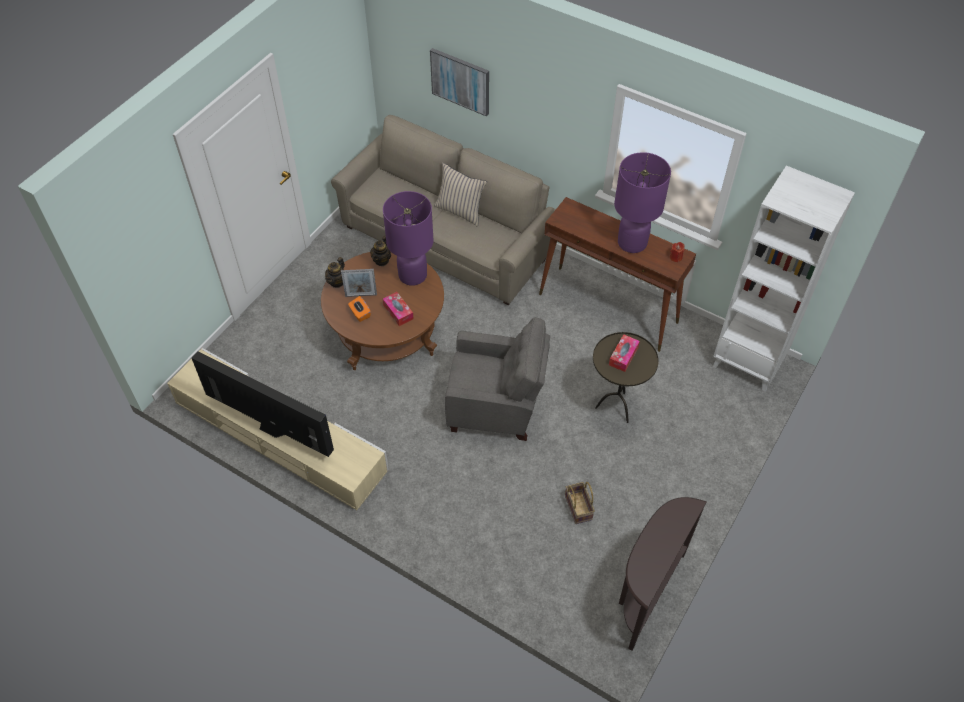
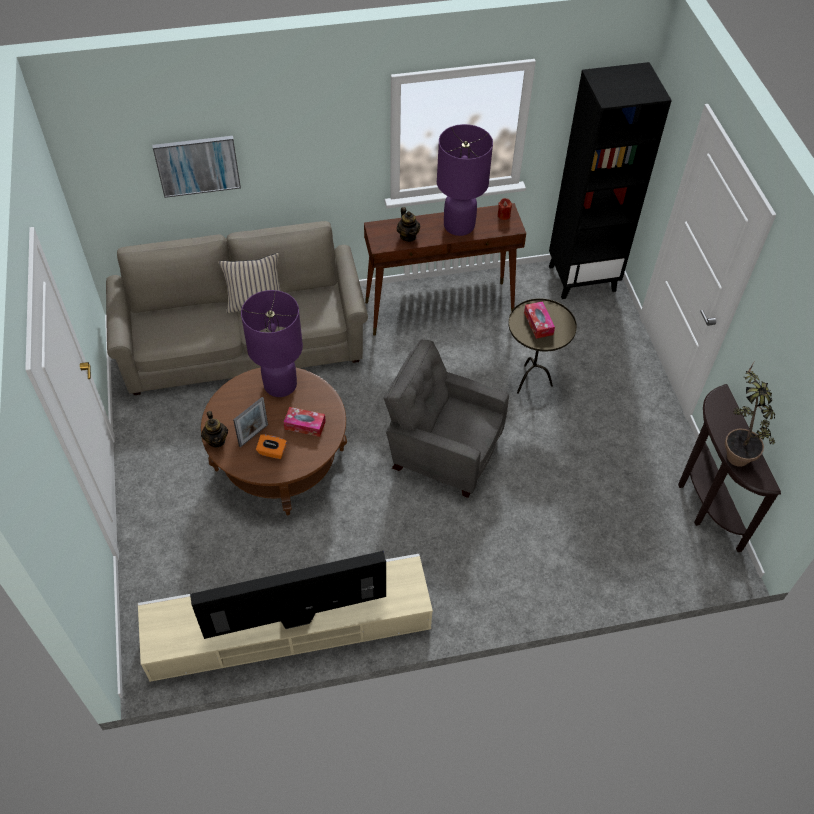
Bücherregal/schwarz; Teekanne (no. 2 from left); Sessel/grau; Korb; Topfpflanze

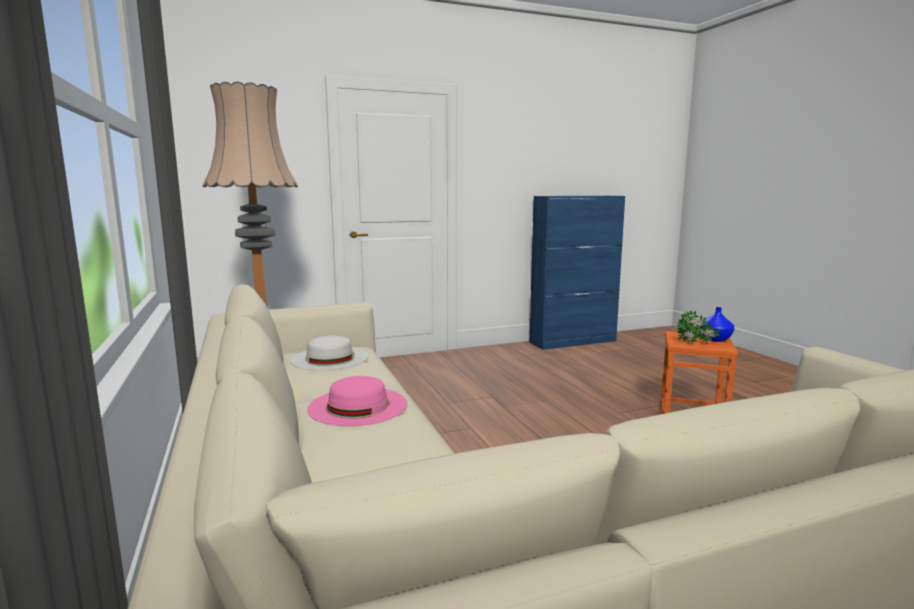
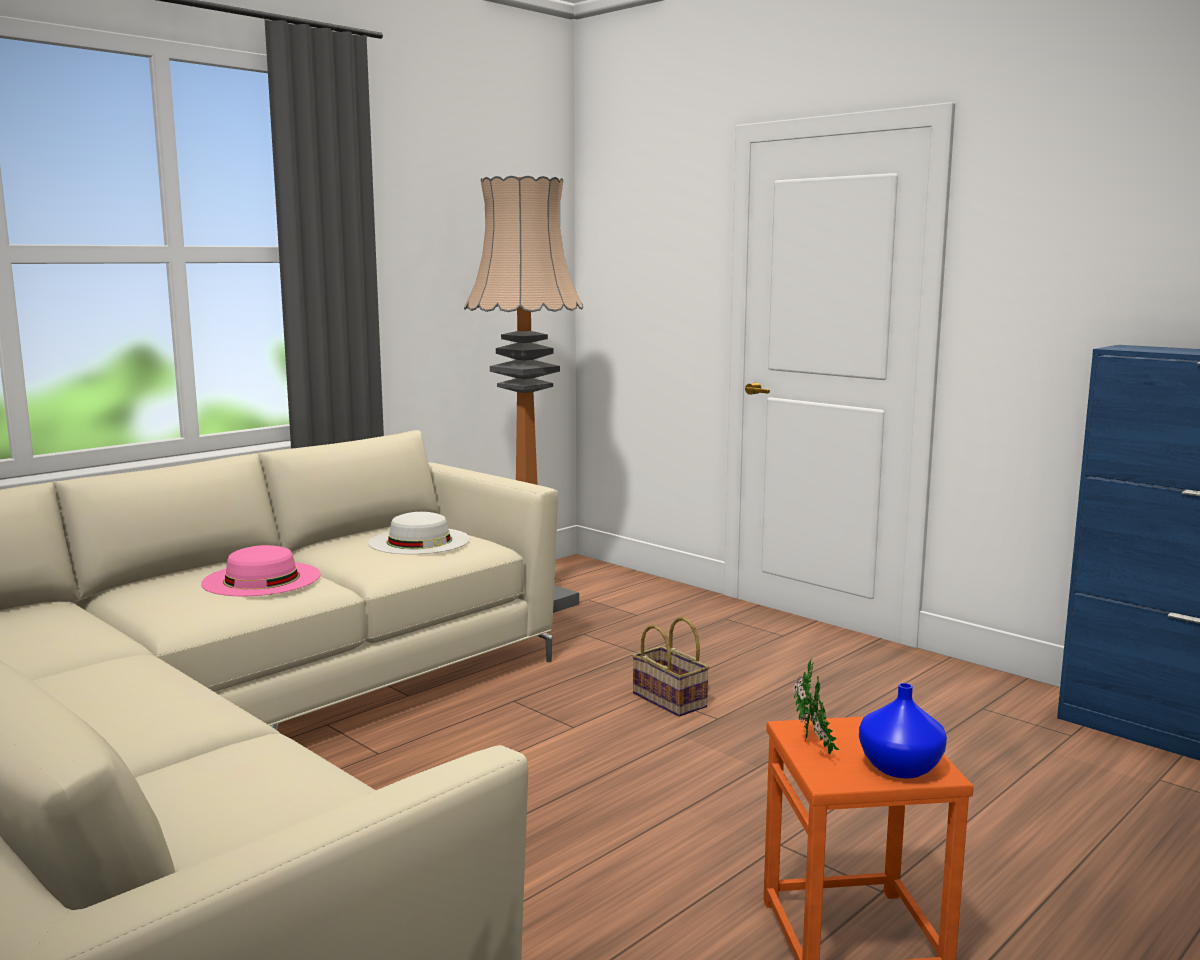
Korb

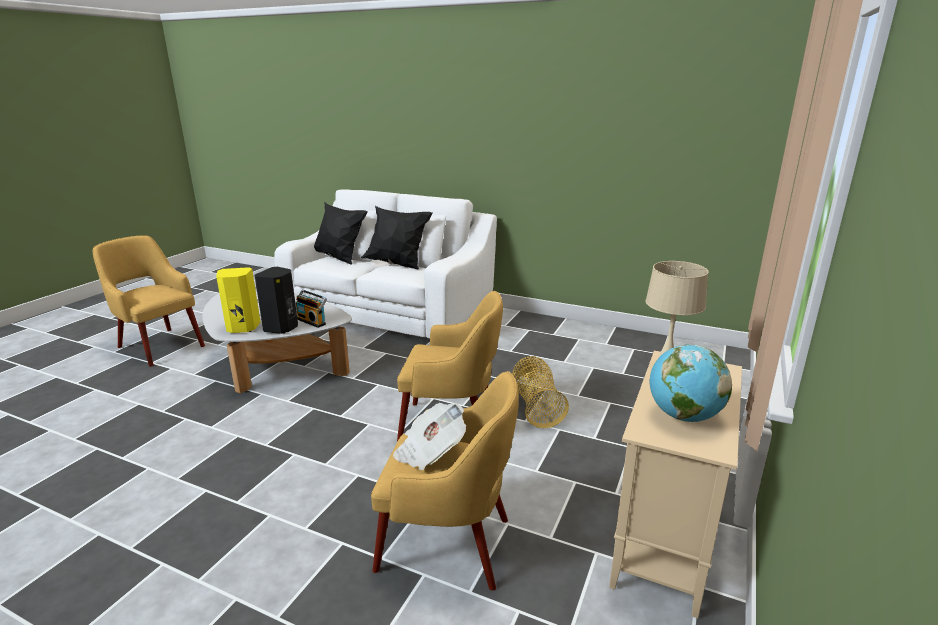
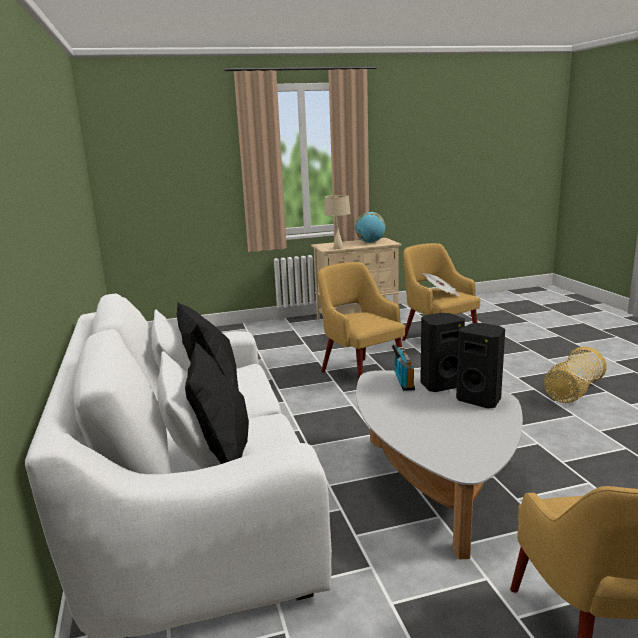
Lautsprecher/schwarz (no. 2 from left); Korb

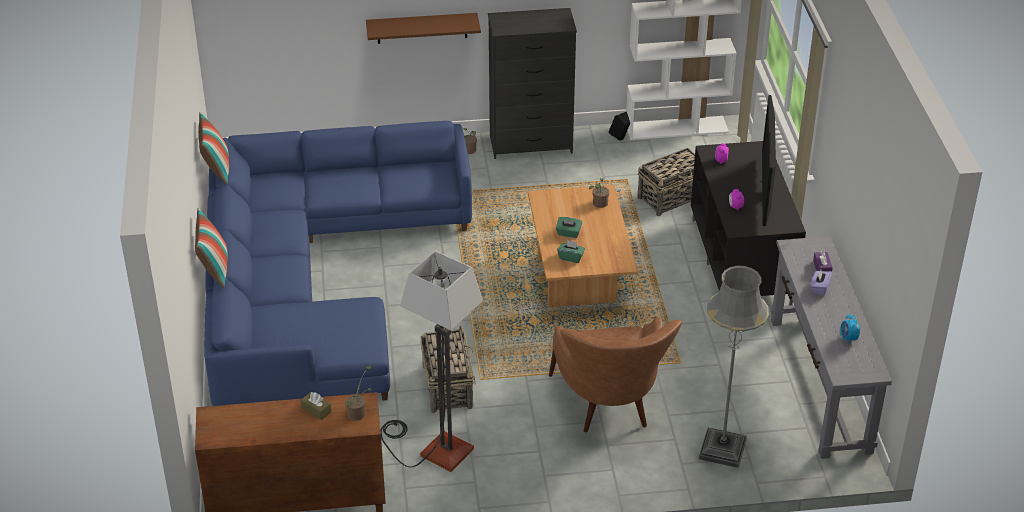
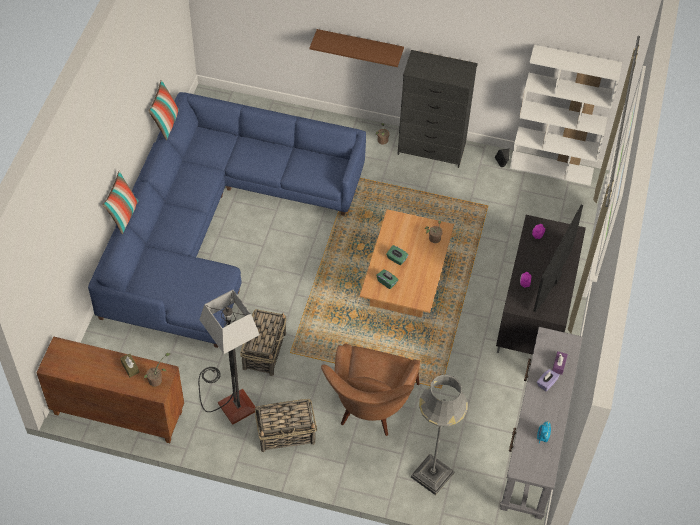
Korb (no. 2 from left)

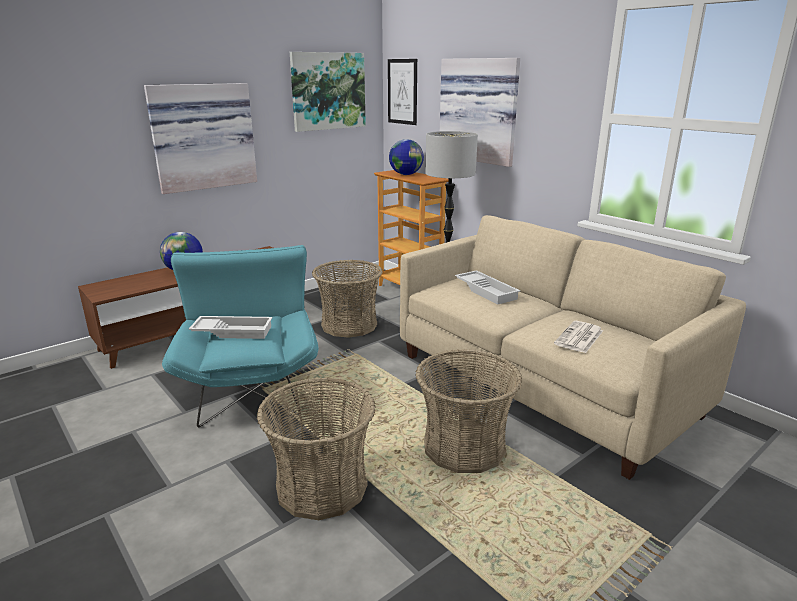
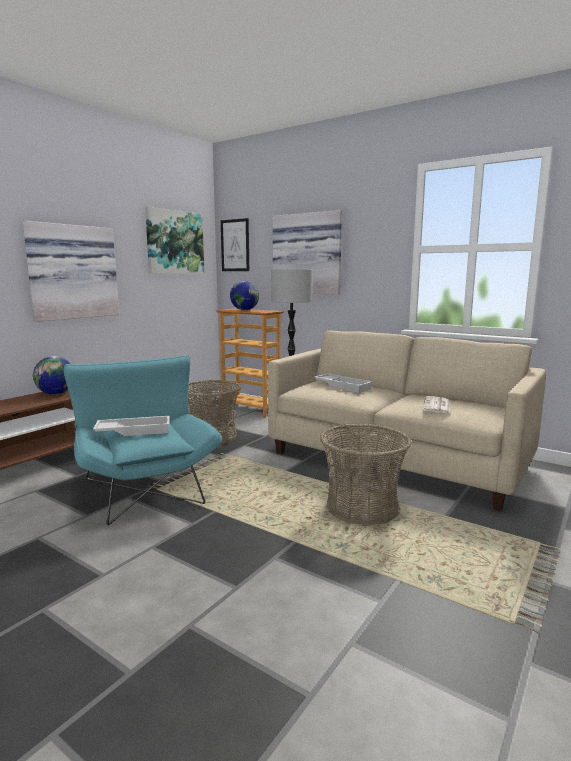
Korb (no. 1 from left in the first image)

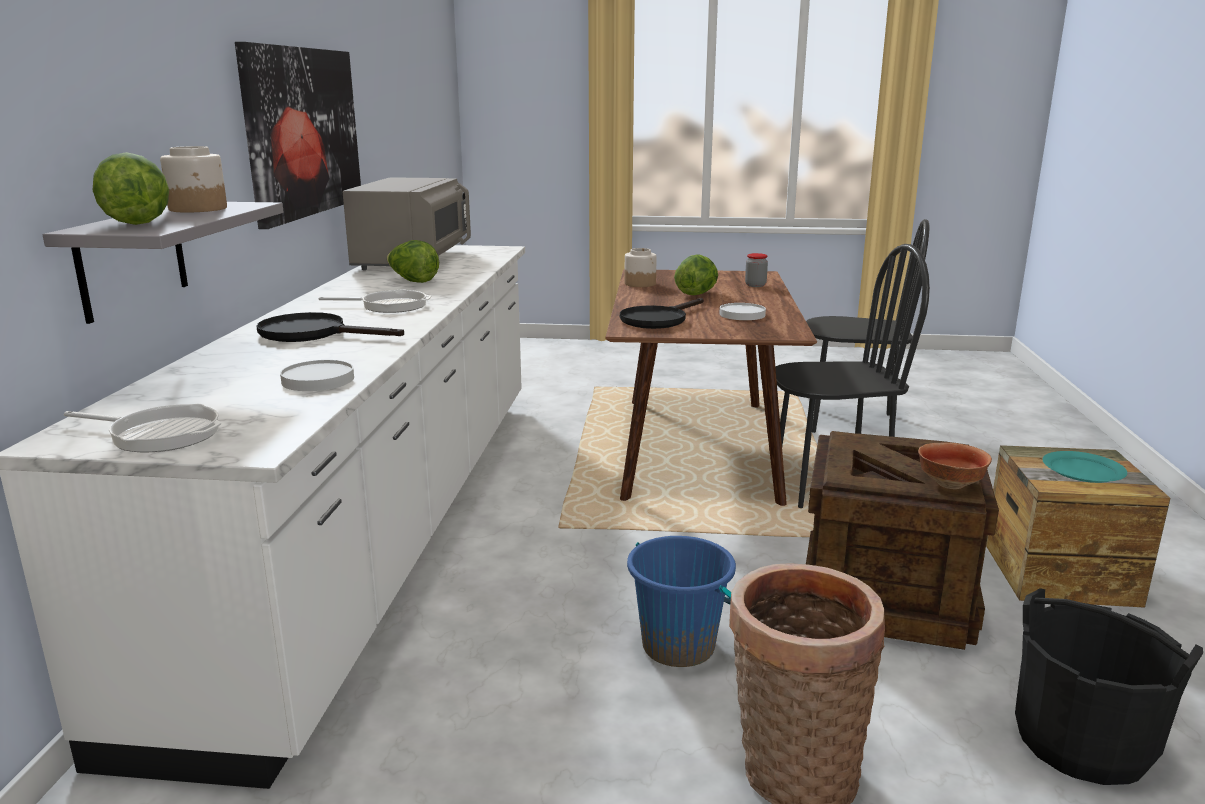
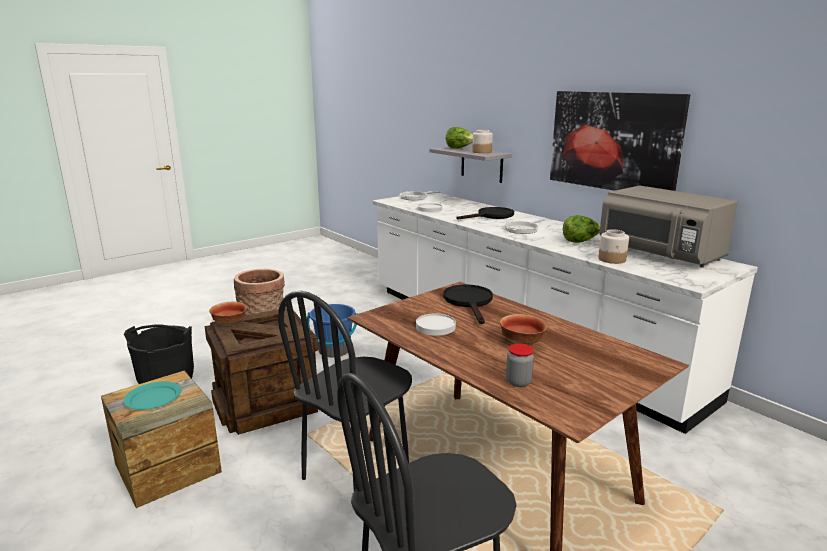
Vorratsglas (no. 3 from left); Schüssel (no. 2 from left)

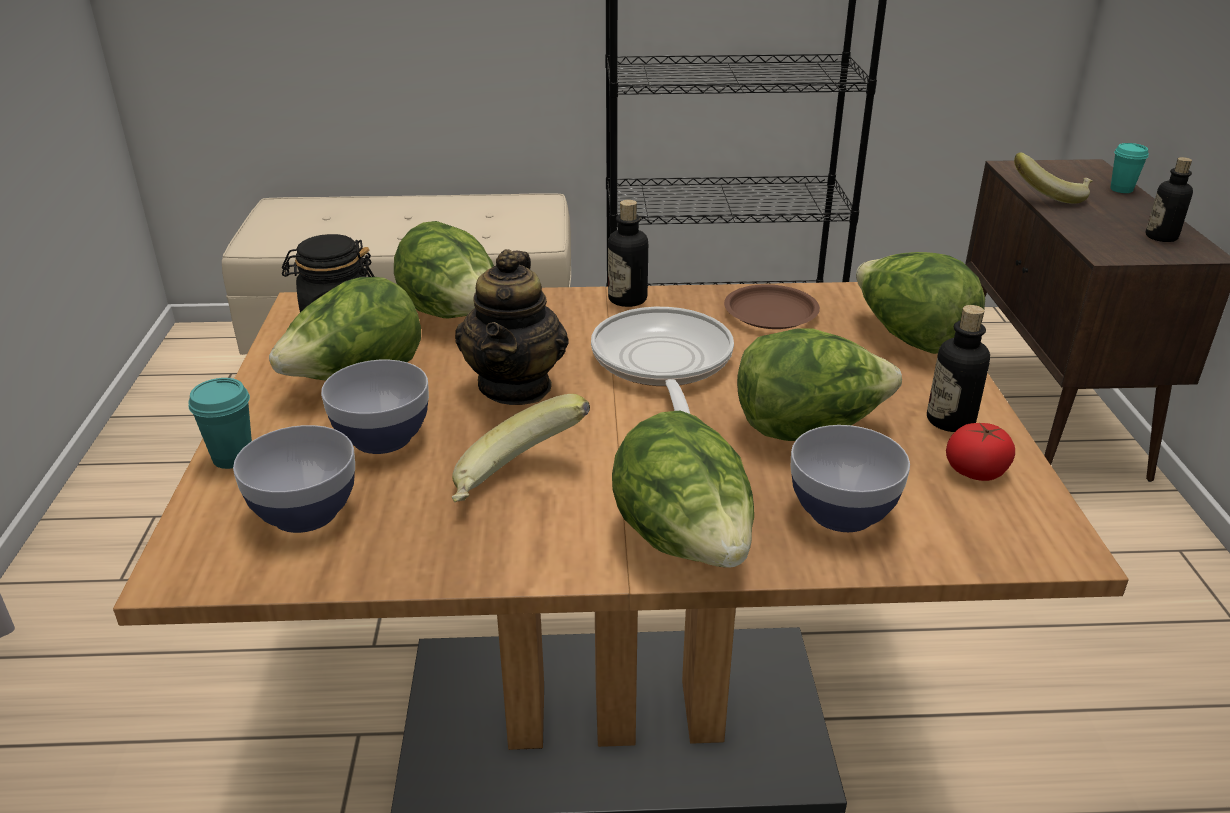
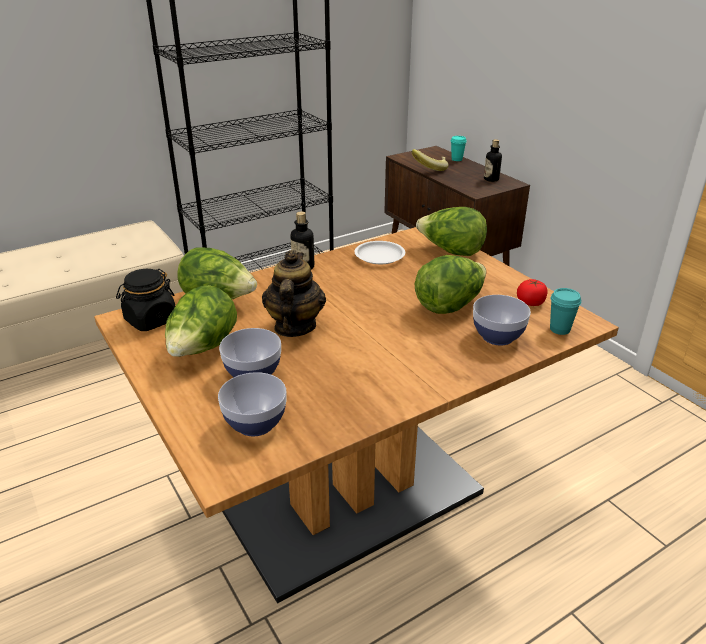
Teekanne; Teller/weiß; Flasche (no. 2 from left in the first image); Pfanne; Tasse/türkis (no. 2 from left); Banane (no. 1 from left in the first image); Salatkopf (no. 3 from left in the first image)

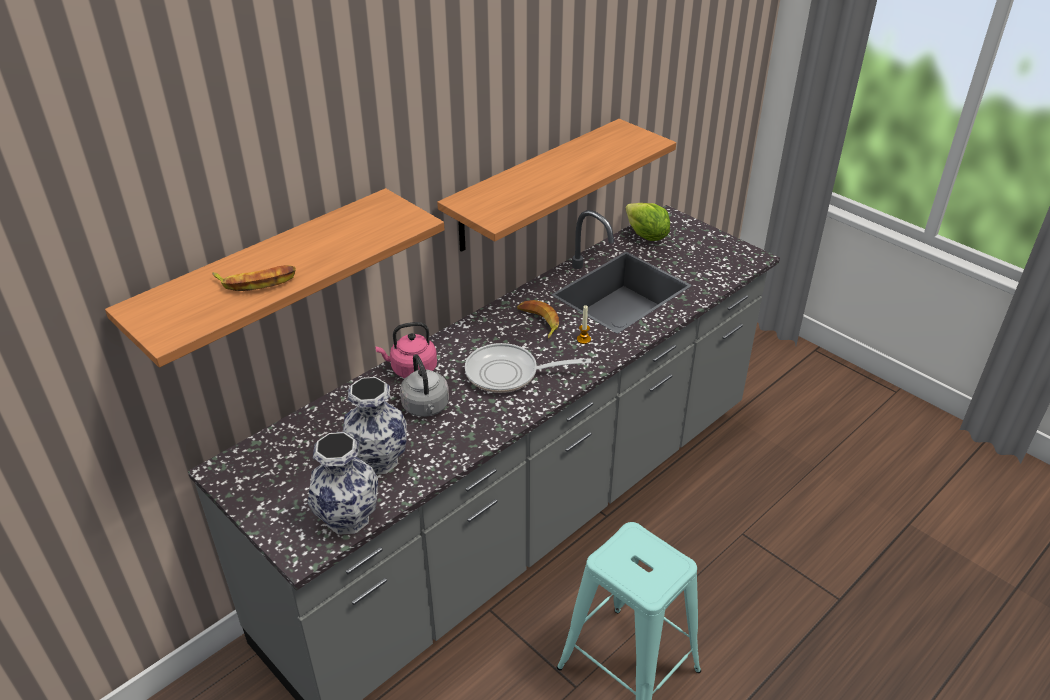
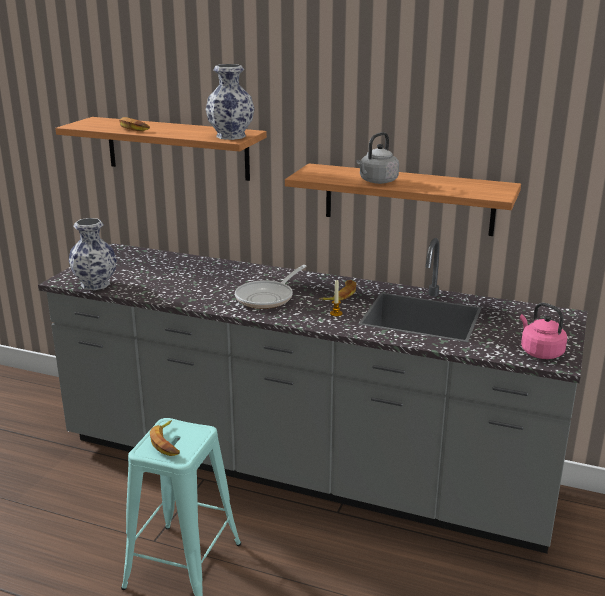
Salatkopf; Wasserkessel/rosa; Pfanne; Wasserkessel/grau; Vase (no. 2 from left); Banane (no. 2 from left)

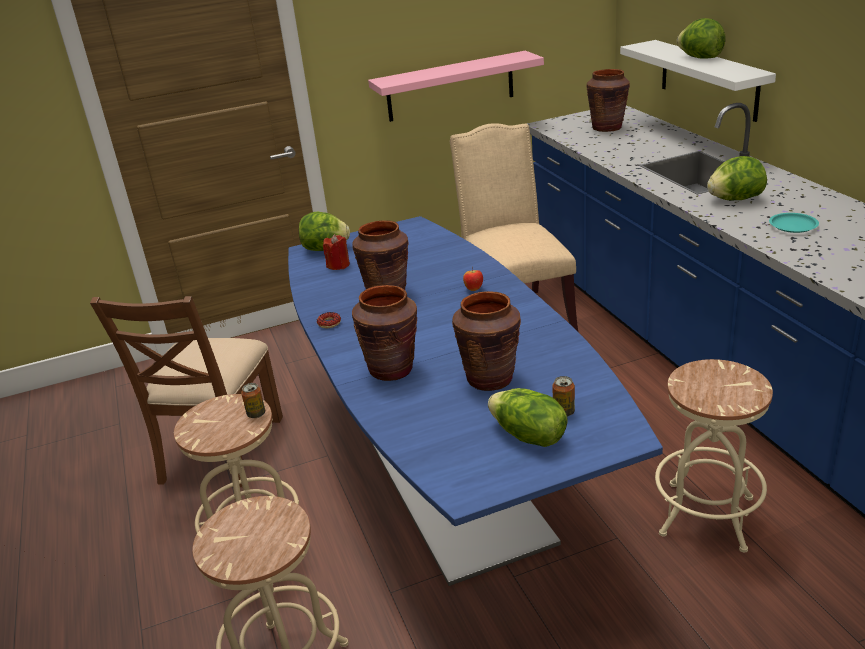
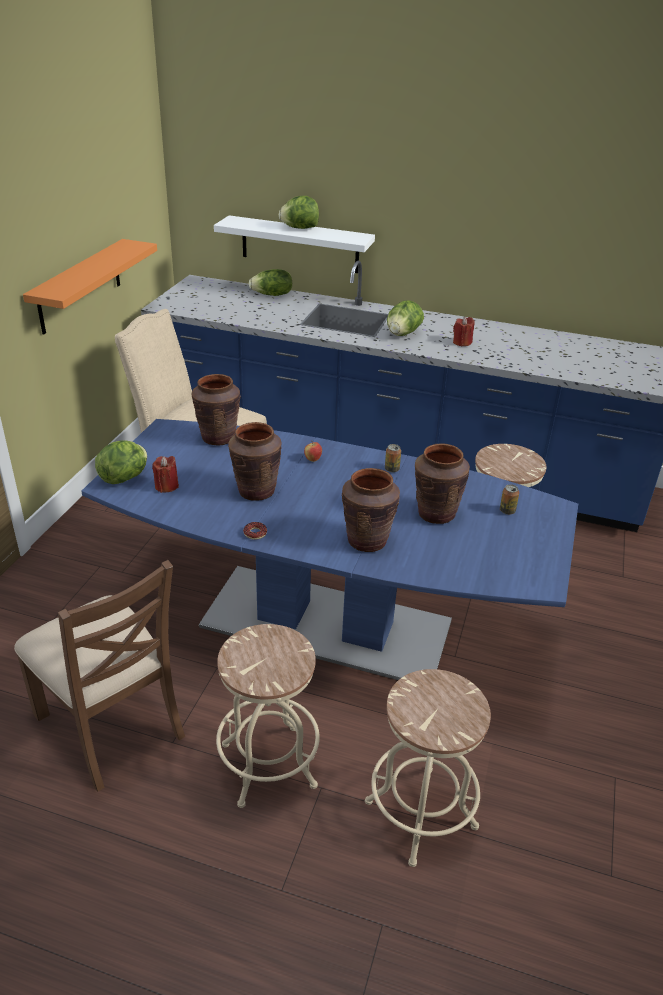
Wandregal/orange; Vase/braun (no. 1 from left); Kerze/rot (no. 2 from left); Dose (no. 1 from left); Salatkopf (no. 2 from left)

